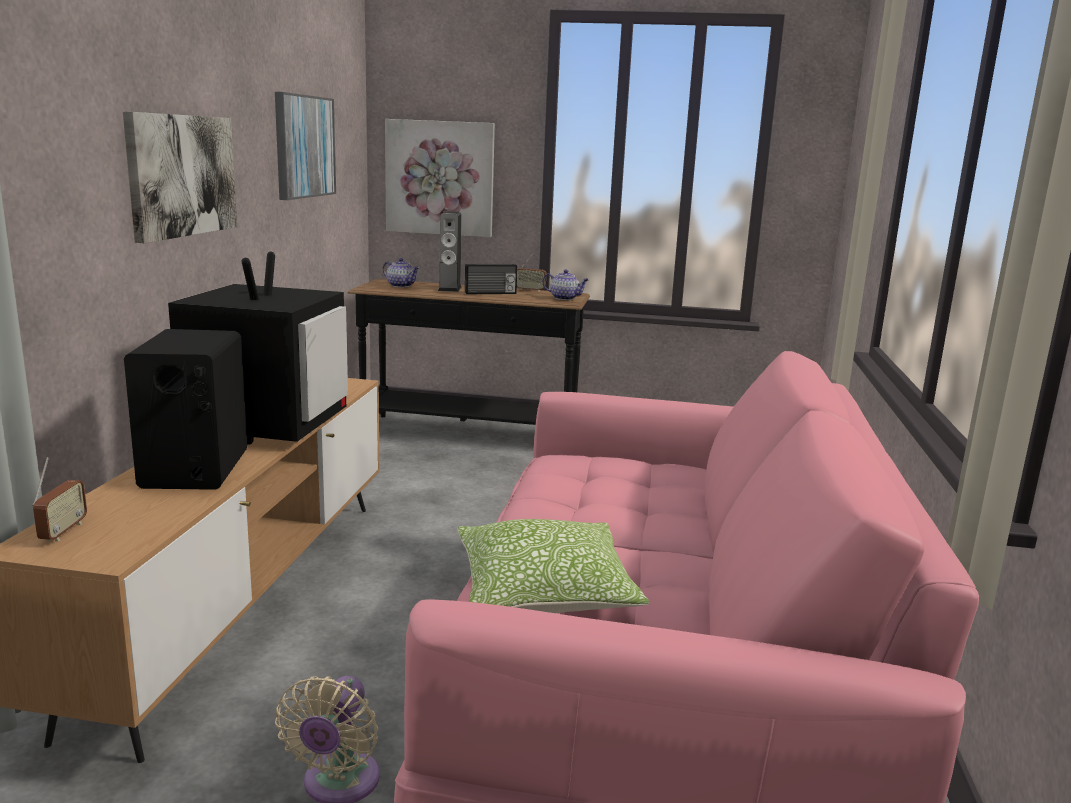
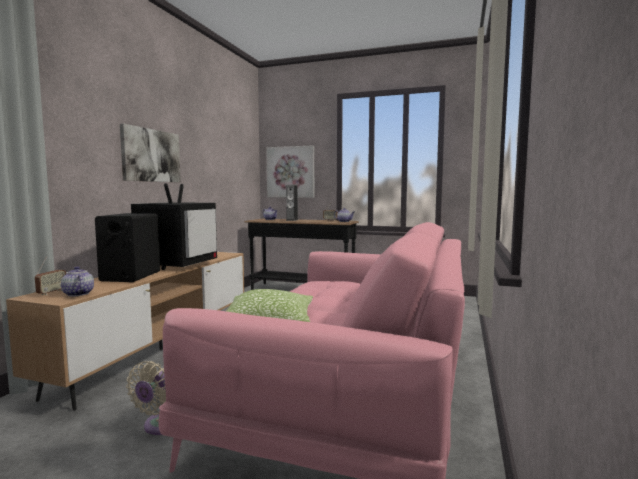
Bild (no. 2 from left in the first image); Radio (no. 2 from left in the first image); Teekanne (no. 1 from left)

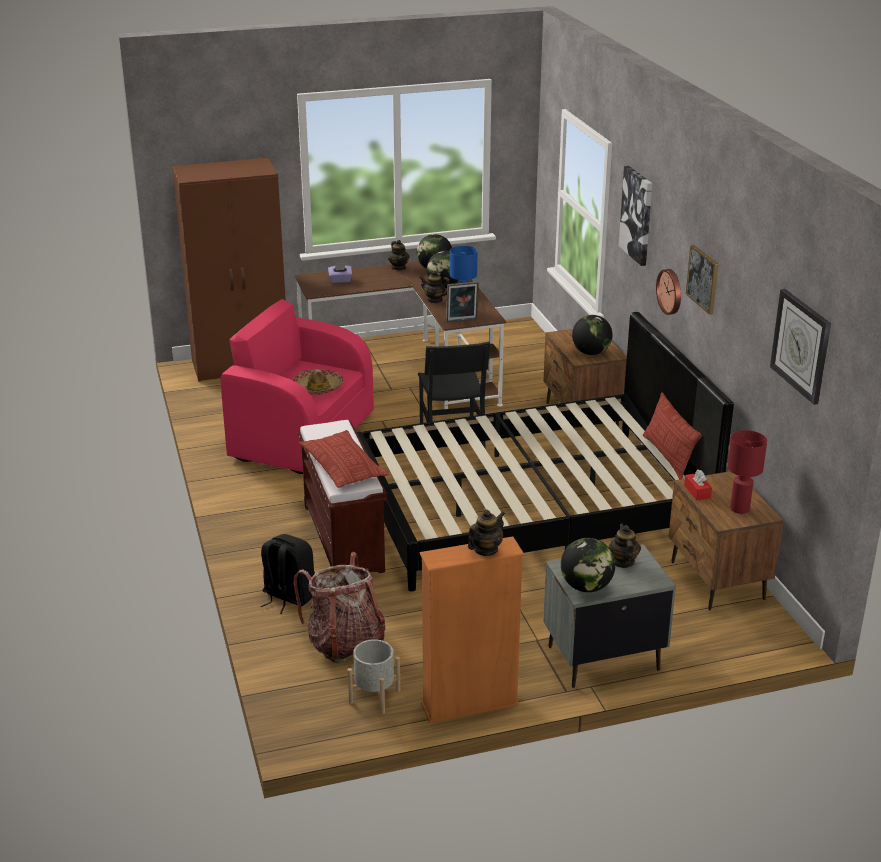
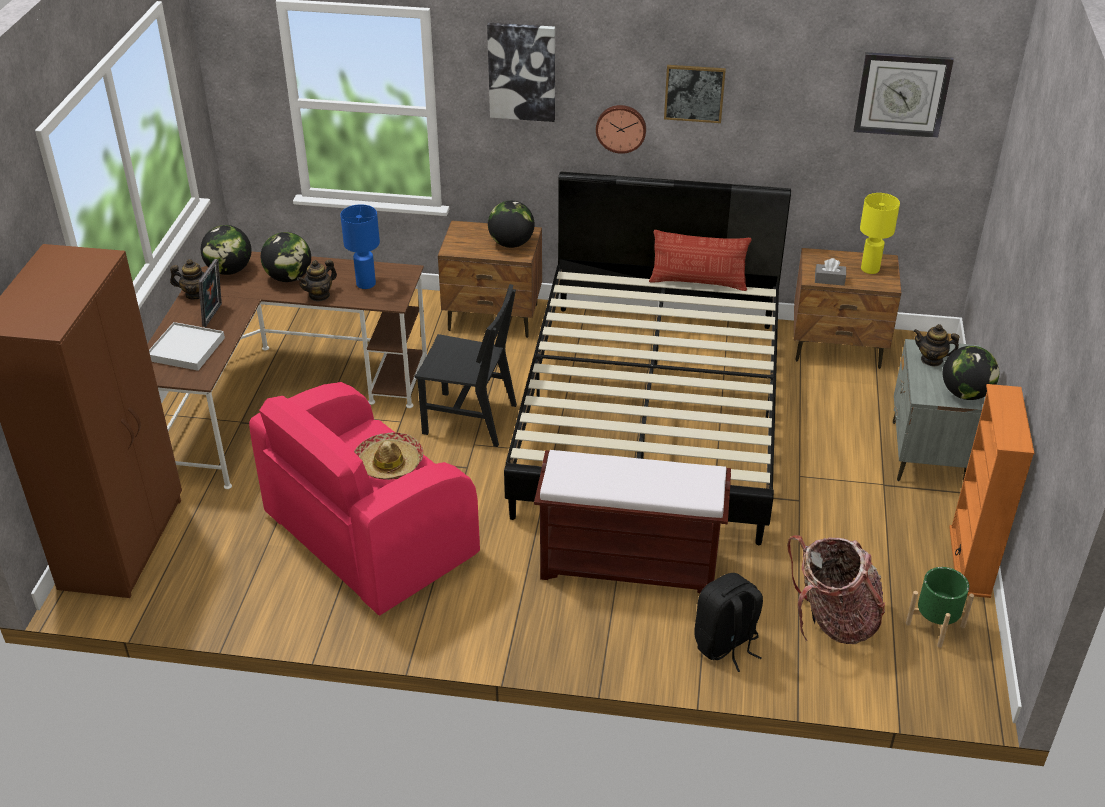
Tablett/weiß; Bilderrahmen; Kissen (no. 1 from left in the first image); Tischlampe/gelb; Taschentuchbox/grau; Teekanne (no. 3 from left in the first image); Pflanzkübel/grün

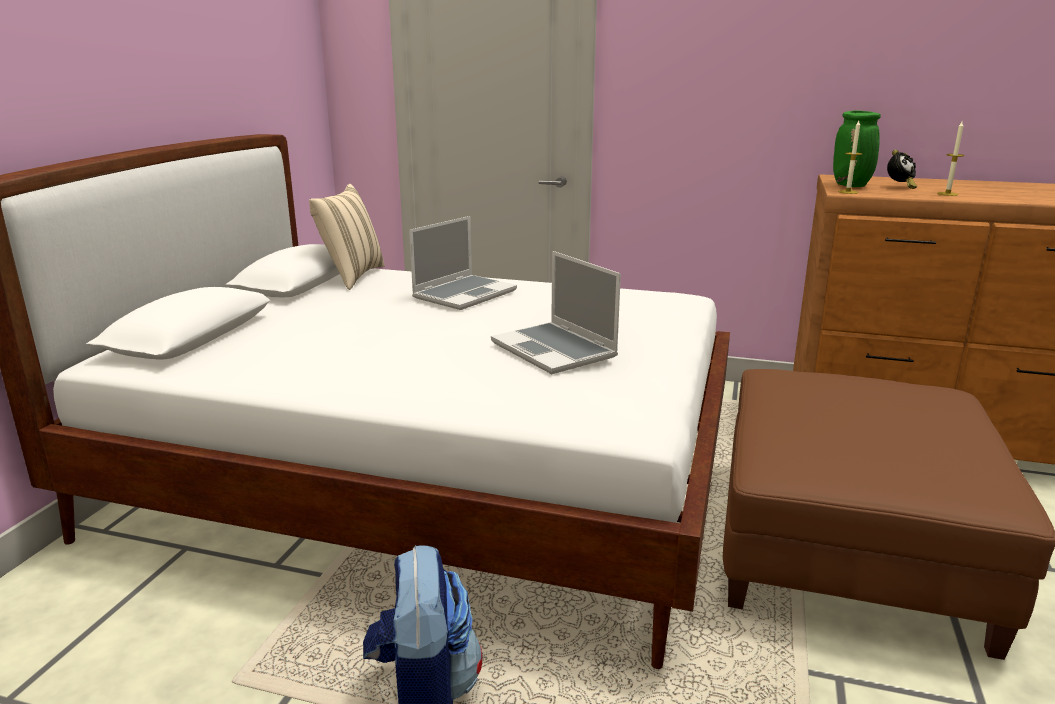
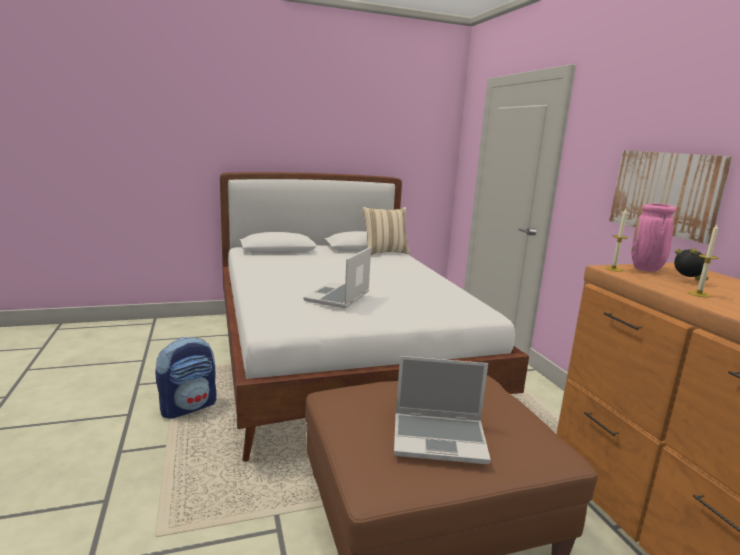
Vase/rosa; Wecker; Laptop (no. 2 from left); Bild

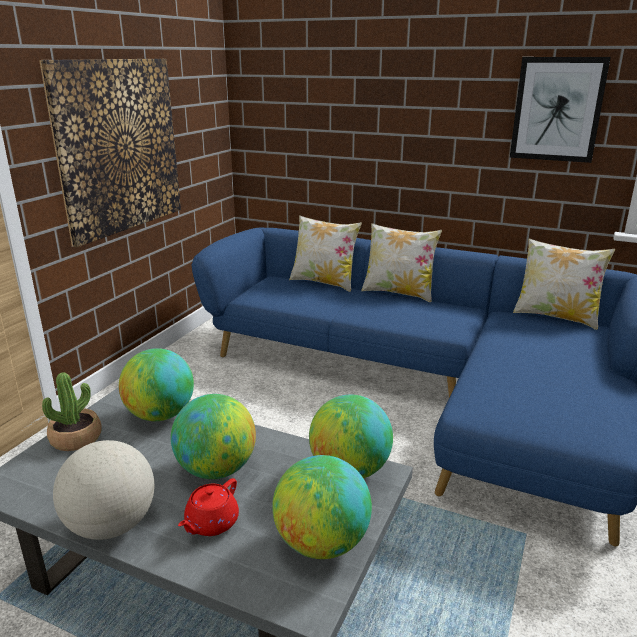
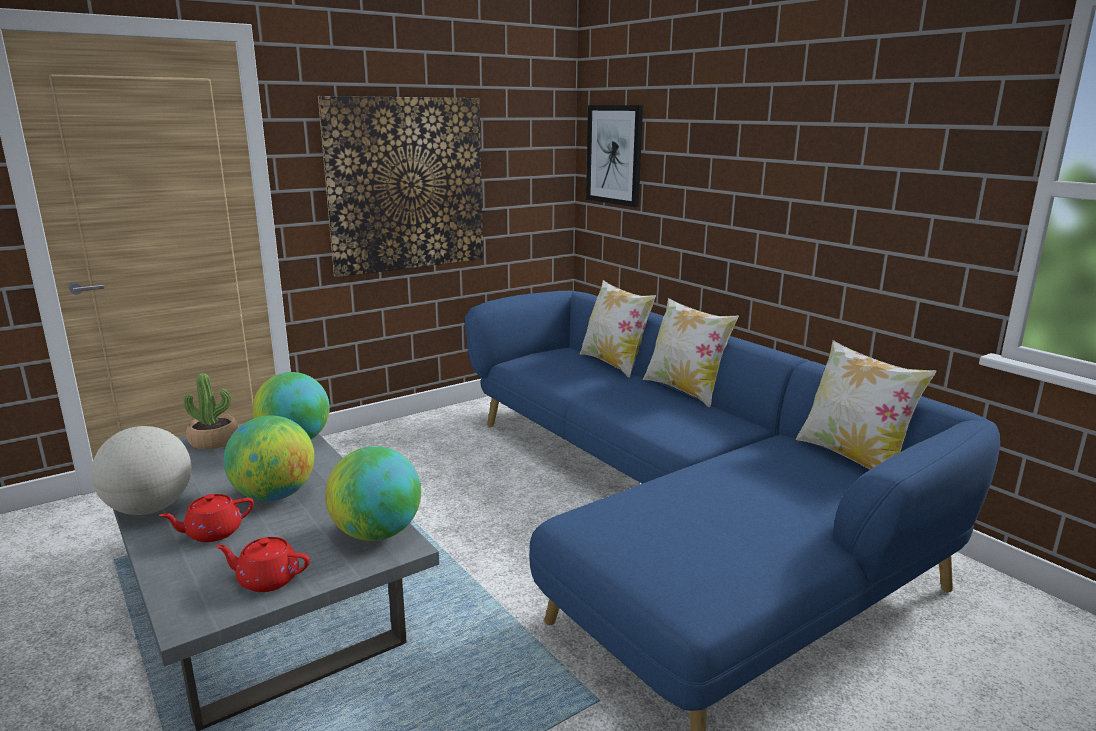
Bild (no. 2 from left); Teekanne/rot (no. 2 from left)

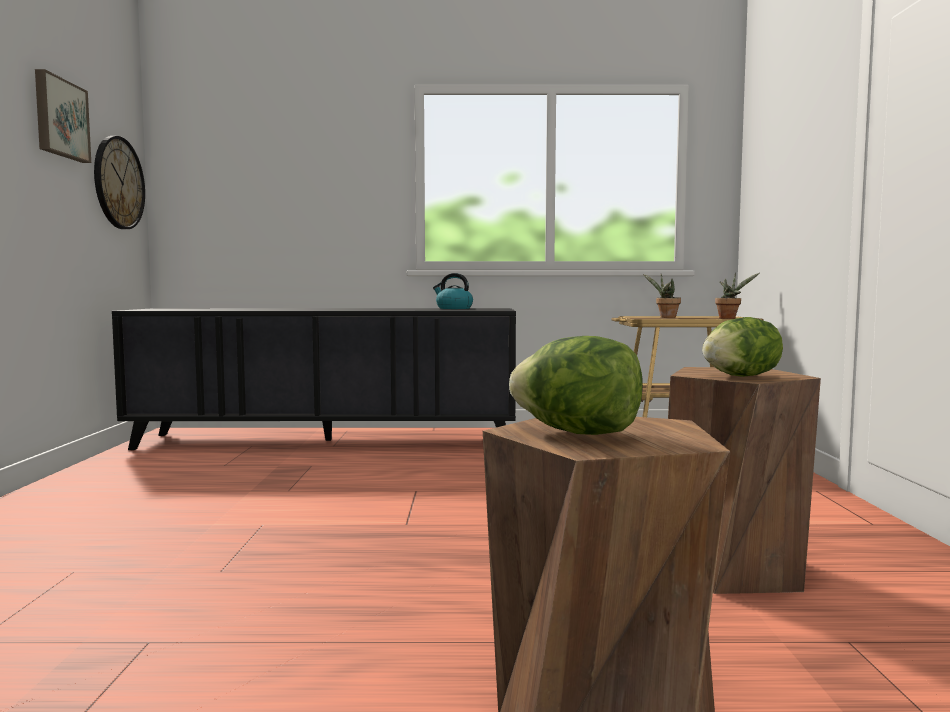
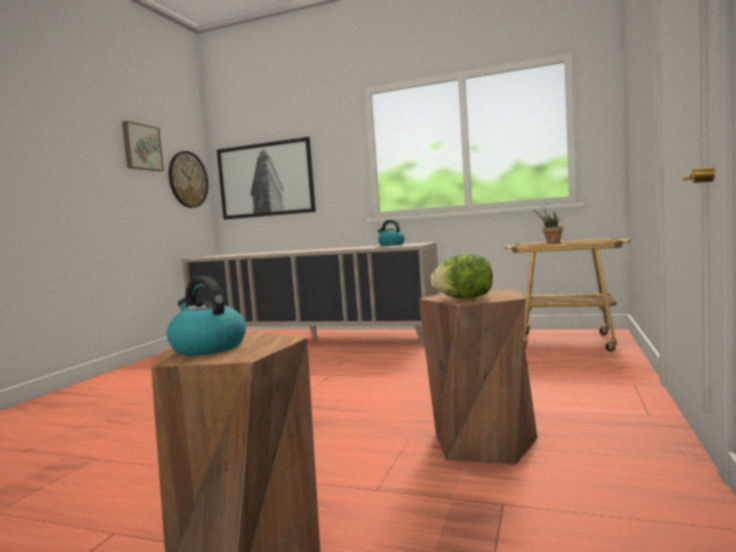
Topfpflanze (no. 2 from left in the first image); Schrank/beige; Wasserkessel (no. 1 from left); Bild (no. 2 from left)

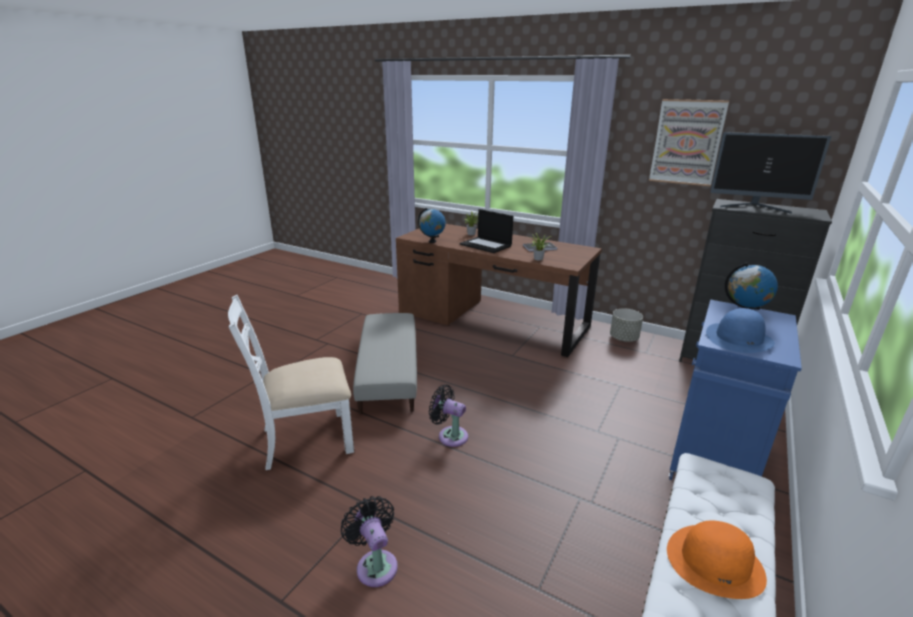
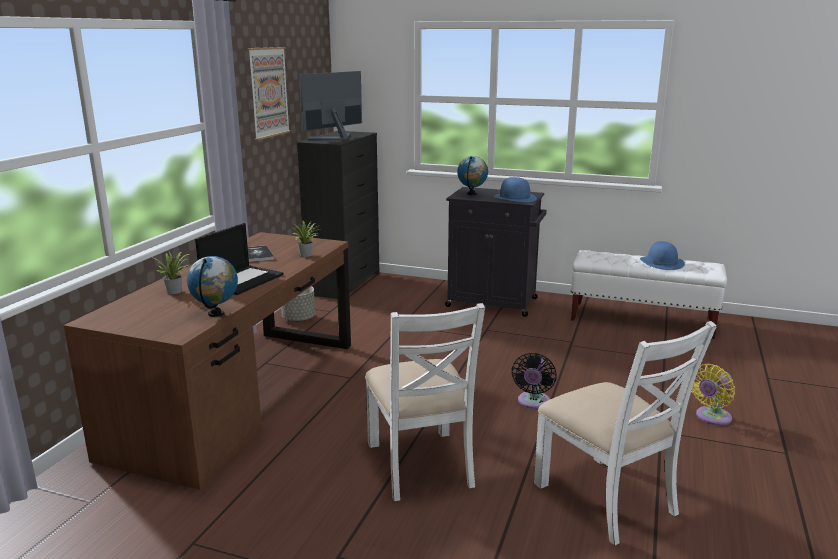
Monitor; Schrank/schwarz; Stuhl/weiß (no. 1 from left); Ventilator/gelb; Hut/blau (no. 2 from left)

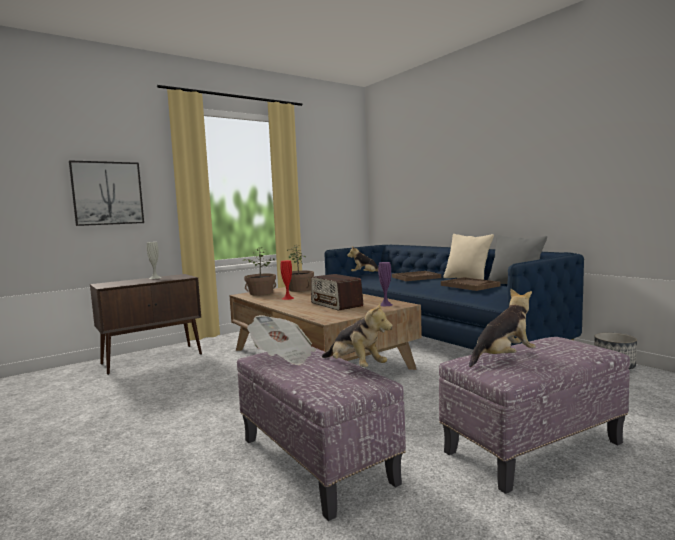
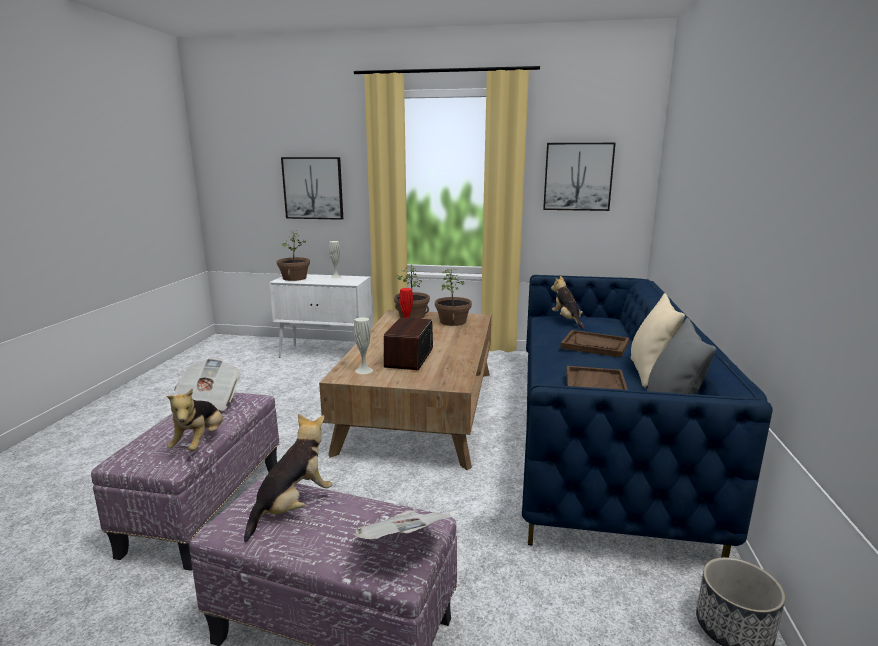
Vase/lila; Schrank/weiß; Plüschtier (no. 2 from left); Bild (no. 2 from left); Topfpflanze (no. 1 from left); Vase/weiß (no. 2 from left); Zeitung (no. 2 from left)

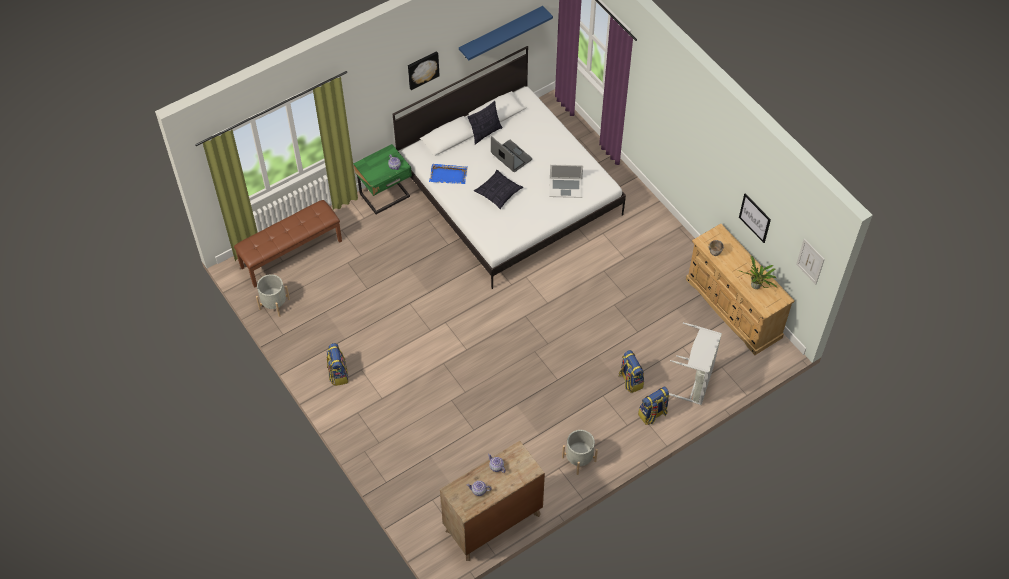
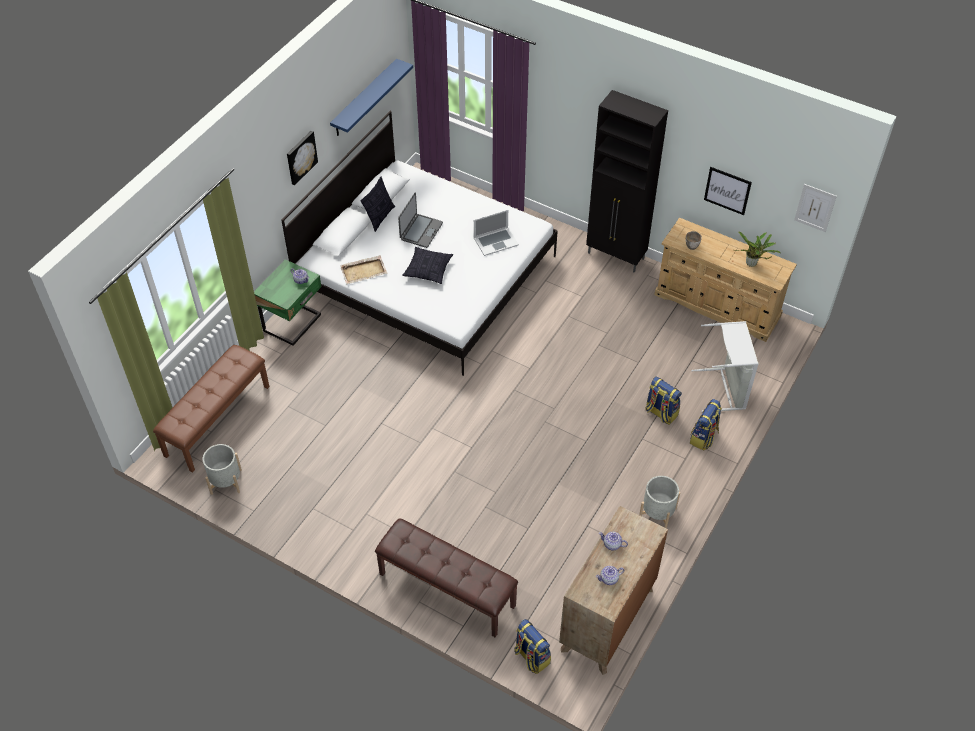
Laptop (no. 1 from left); Tablett/beige; Rucksack (no. 1 from left); Schrank/schwarz; Bank/braun (no. 2 from left)

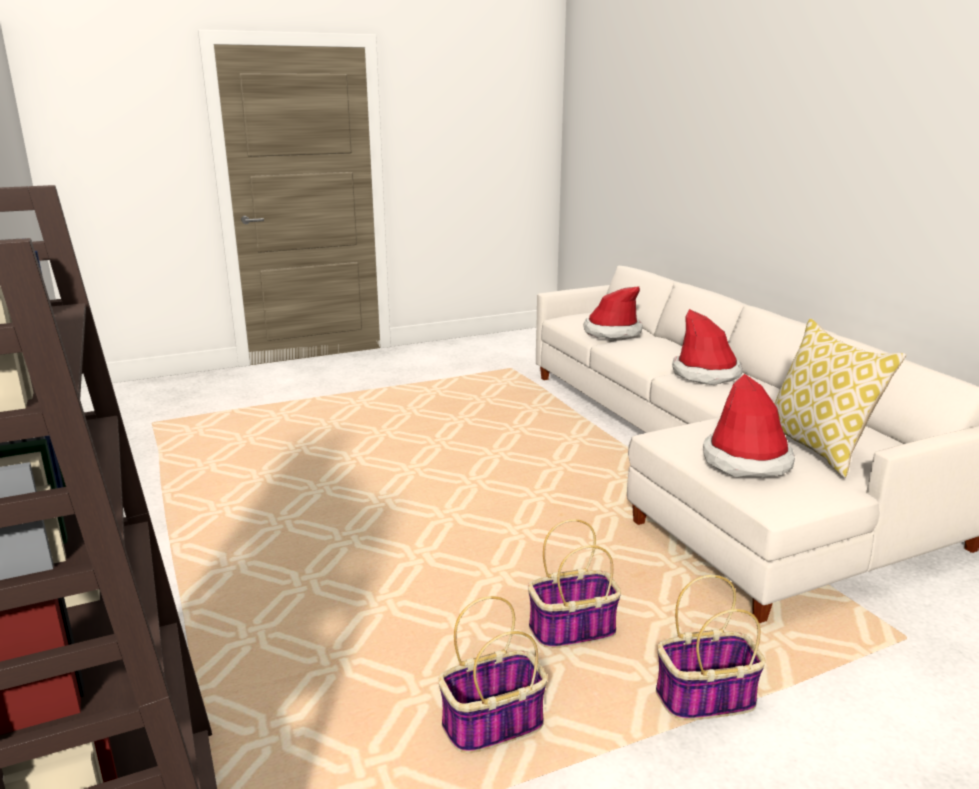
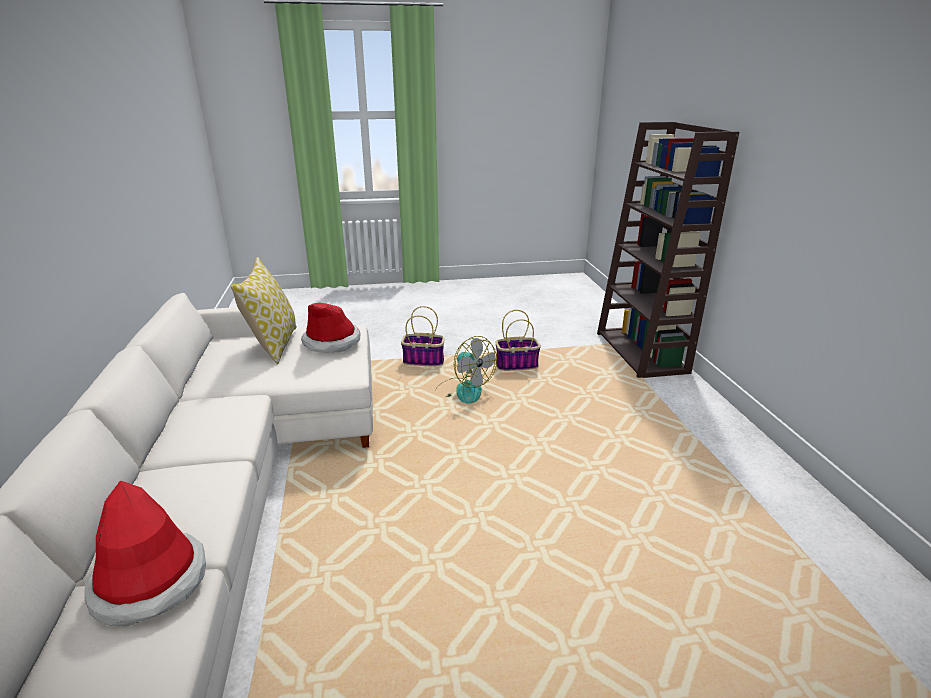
Hut (no. 2 from left in the first image); Ventilator

